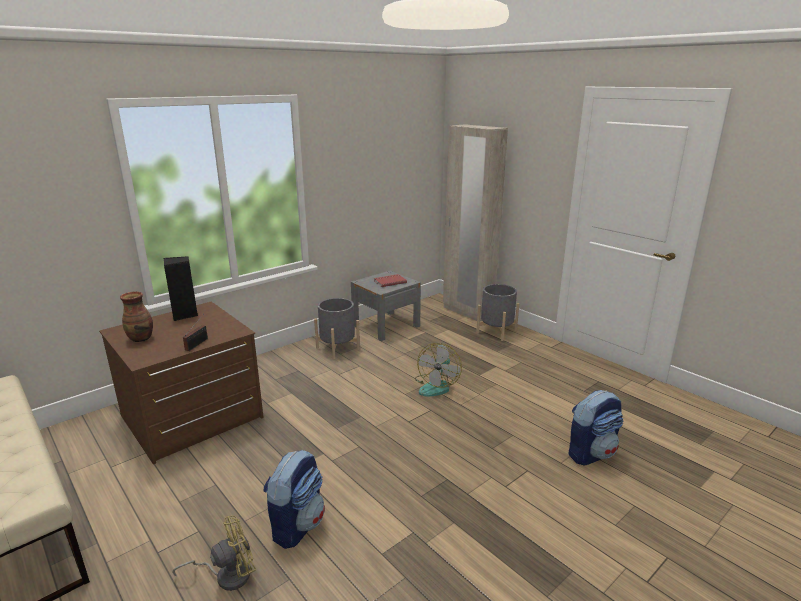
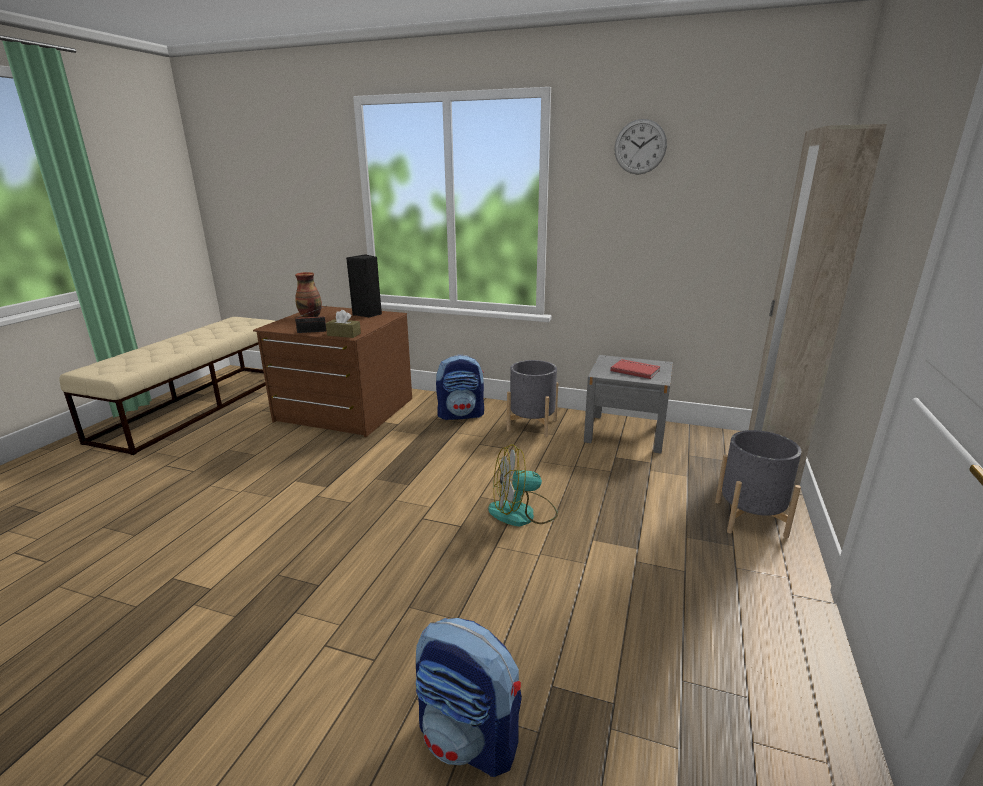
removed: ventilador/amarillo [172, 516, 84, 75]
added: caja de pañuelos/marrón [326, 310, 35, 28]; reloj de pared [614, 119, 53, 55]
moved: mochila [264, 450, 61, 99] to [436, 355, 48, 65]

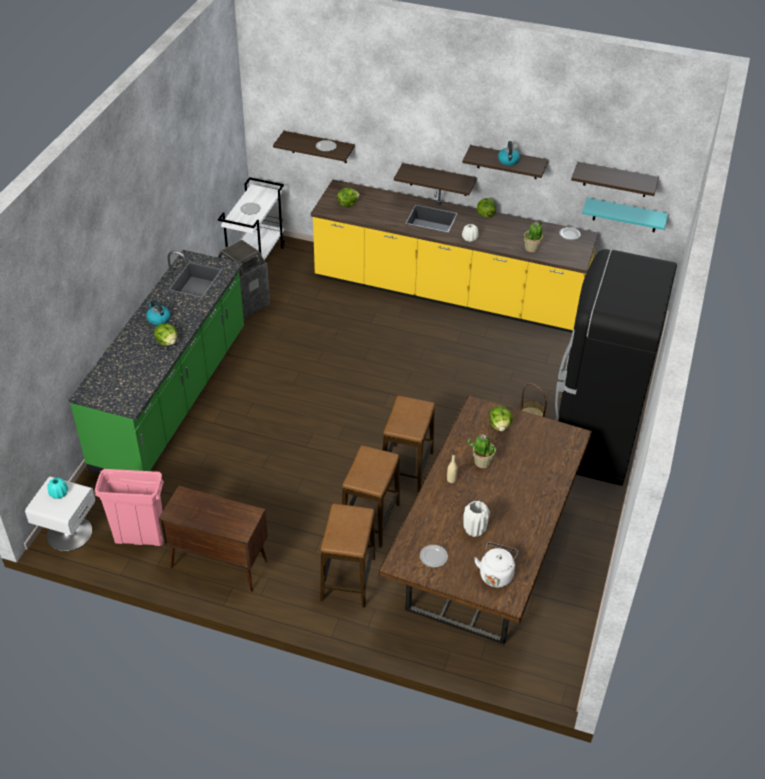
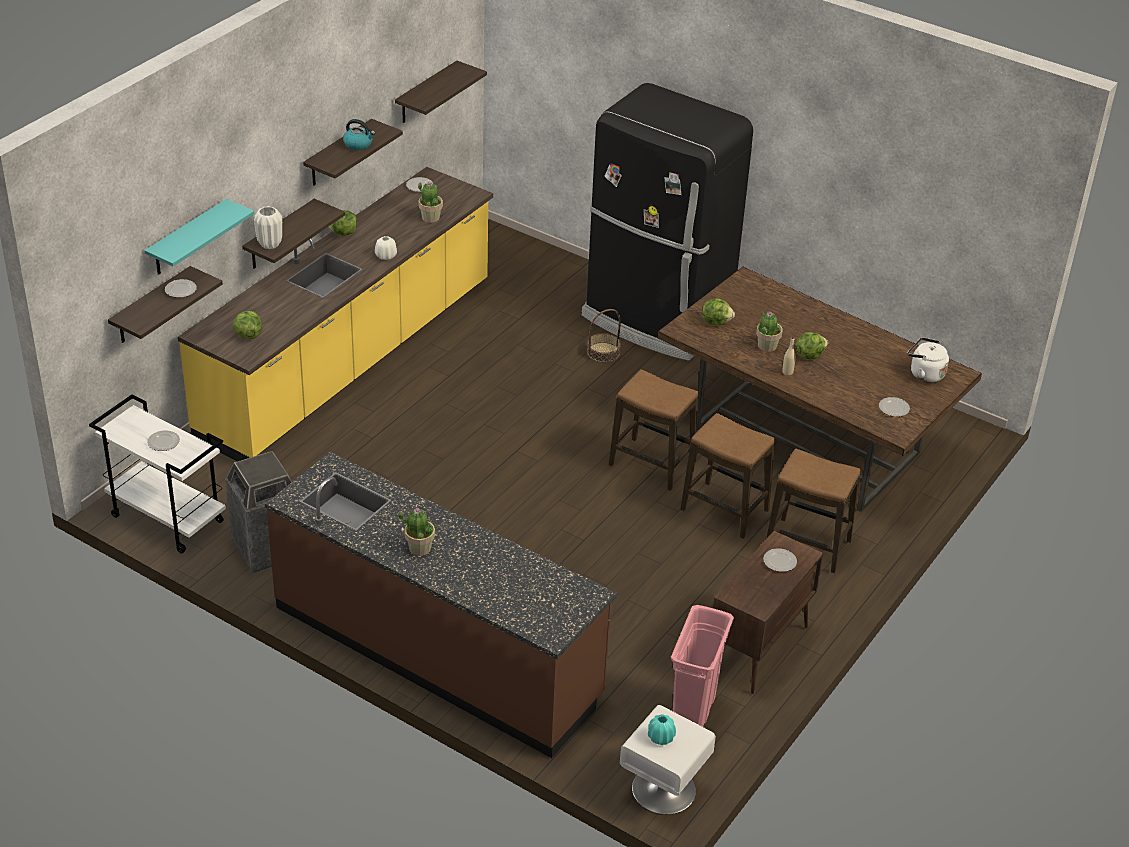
added: plato [763, 548, 34, 24]
moved: estante/turquesa [582, 198, 86, 34] to [144, 199, 110, 76]; florero/blanco [463, 501, 27, 36] to [254, 206, 28, 43]; lechuga [154, 323, 23, 23] to [796, 332, 32, 28]
replaced: hervidor [146, 300, 24, 25] to planta en maceta [398, 508, 37, 48]
recoloured: mueble bajo de cocina/verde [69, 250, 175, 224] to mueble bajo de cocina/marrón [265, 452, 352, 306]

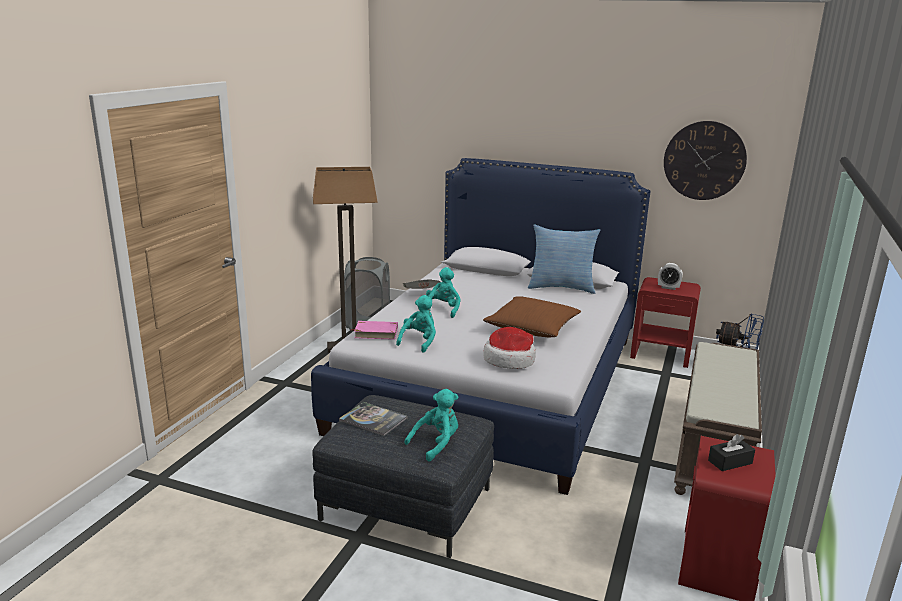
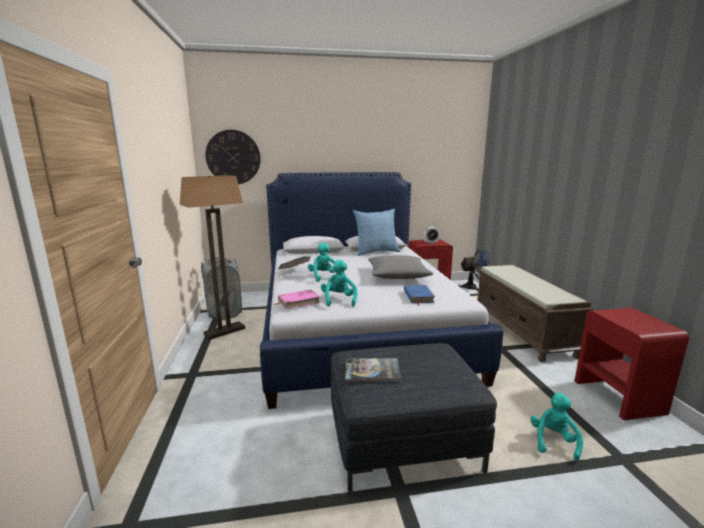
removed: caja de pañuelos/negro [708, 434, 47, 37]
moved: reloj de pared [664, 121, 83, 79] to [205, 130, 56, 54]; peluche/turquesa [404, 389, 54, 73] to [530, 393, 53, 69]
replaced: sombrero [483, 327, 53, 42] to libro/azul [404, 285, 31, 21]
recoloured: cojín/marrón [483, 296, 98, 41] to cojín/gris [368, 255, 65, 24]

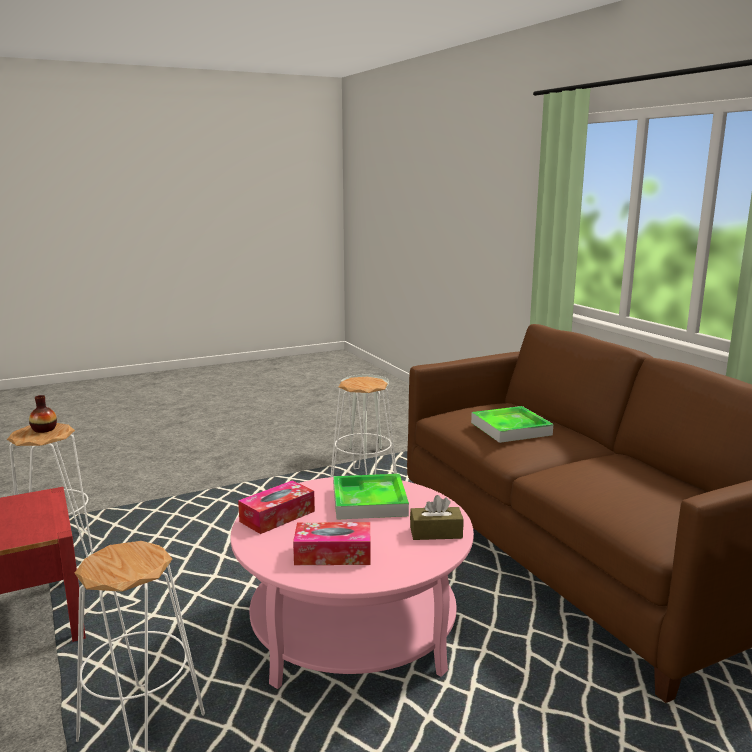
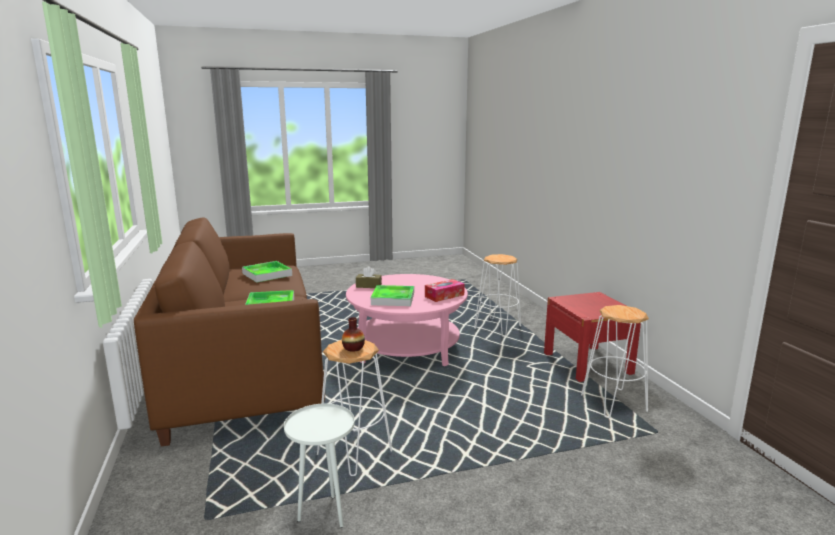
removed: caja de pañuelos [293, 522, 77, 43]
added: bandeja [242, 261, 50, 22]
moved: florero [29, 395, 28, 38] to [342, 317, 23, 35]

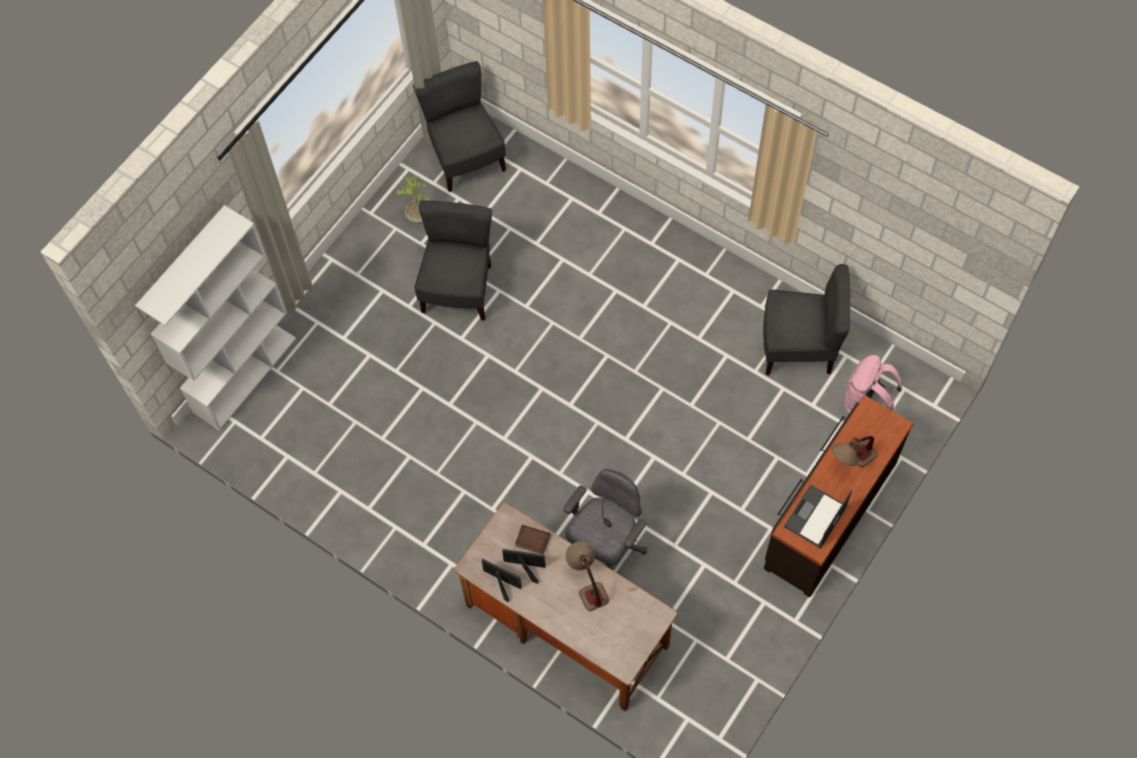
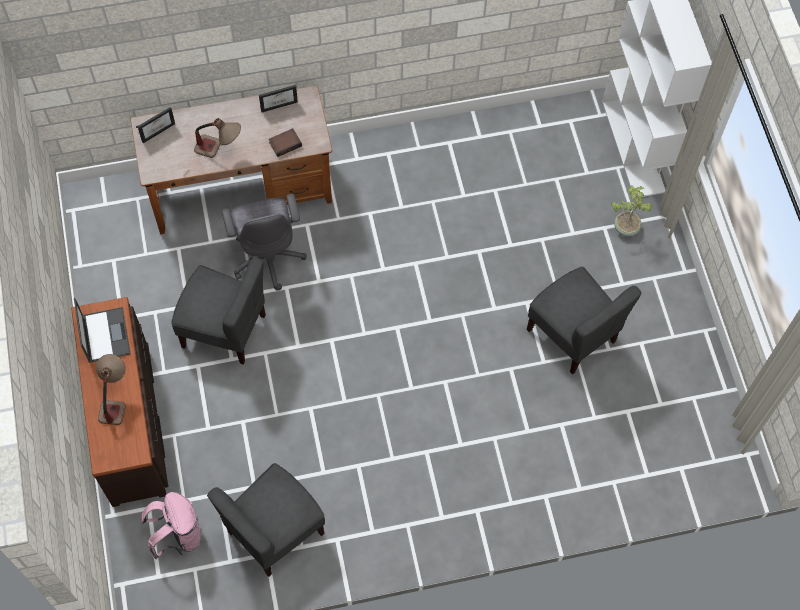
moved: portarretratos [502, 549, 44, 35] to [136, 107, 39, 36]; silla/gris [413, 61, 93, 131] to [171, 258, 95, 107]; planta en maceta [396, 175, 34, 49] to [611, 185, 41, 51]

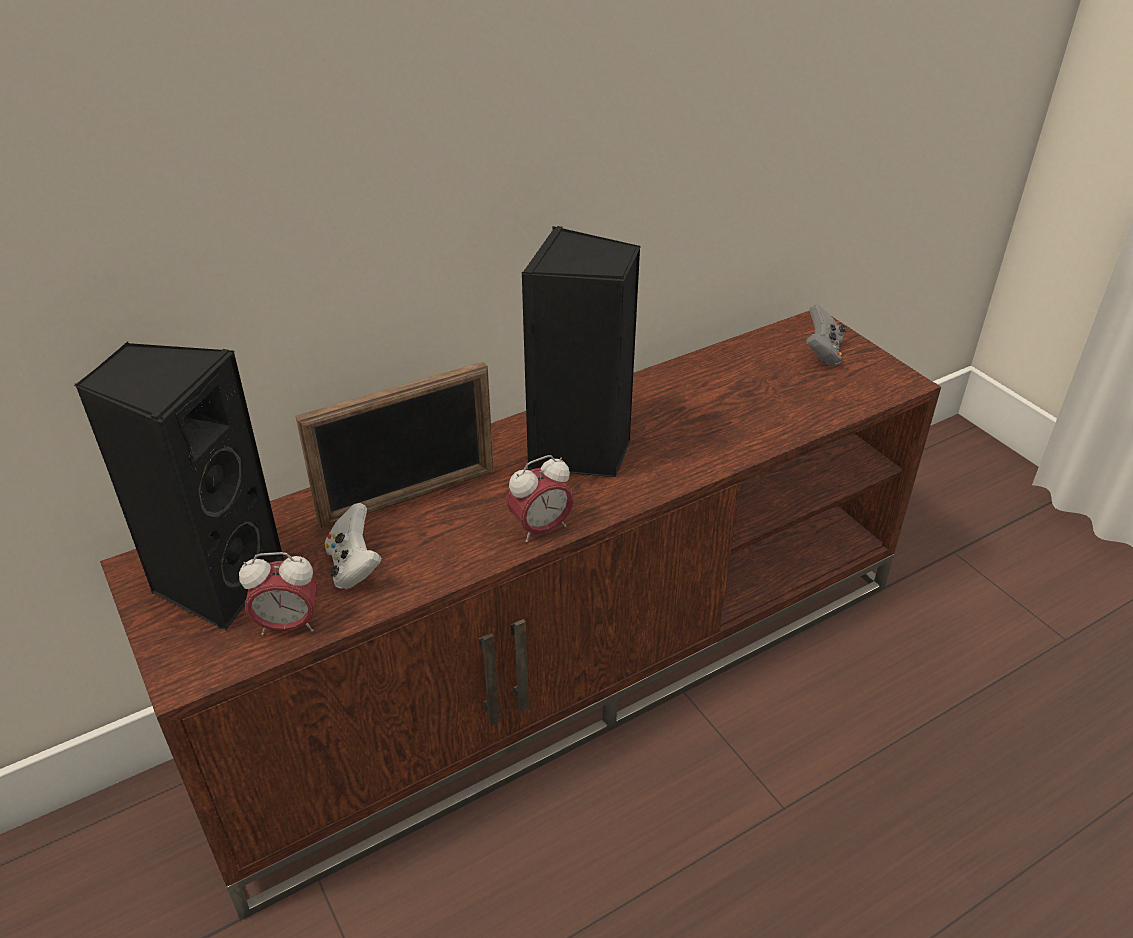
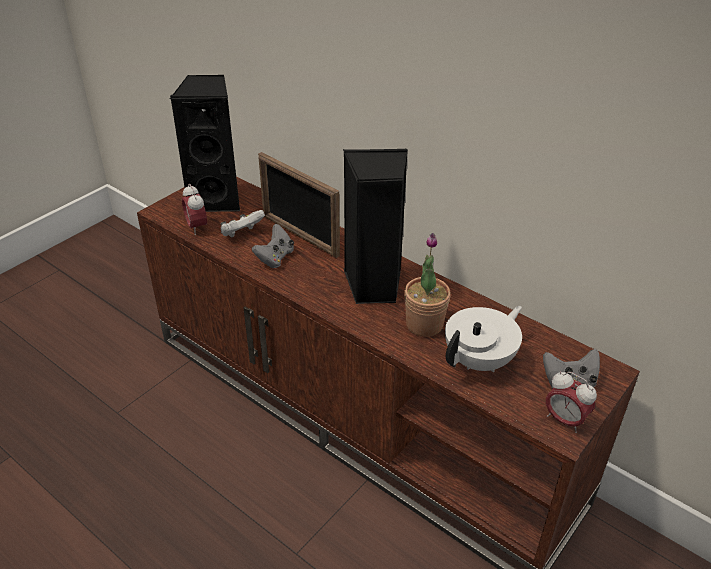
added: mando de consola/gris [252, 224, 42, 44]; planta en maceta [404, 233, 47, 104]; tetera/blanco [445, 306, 77, 66]
moved: despertador [507, 455, 67, 87] to [546, 372, 51, 61]

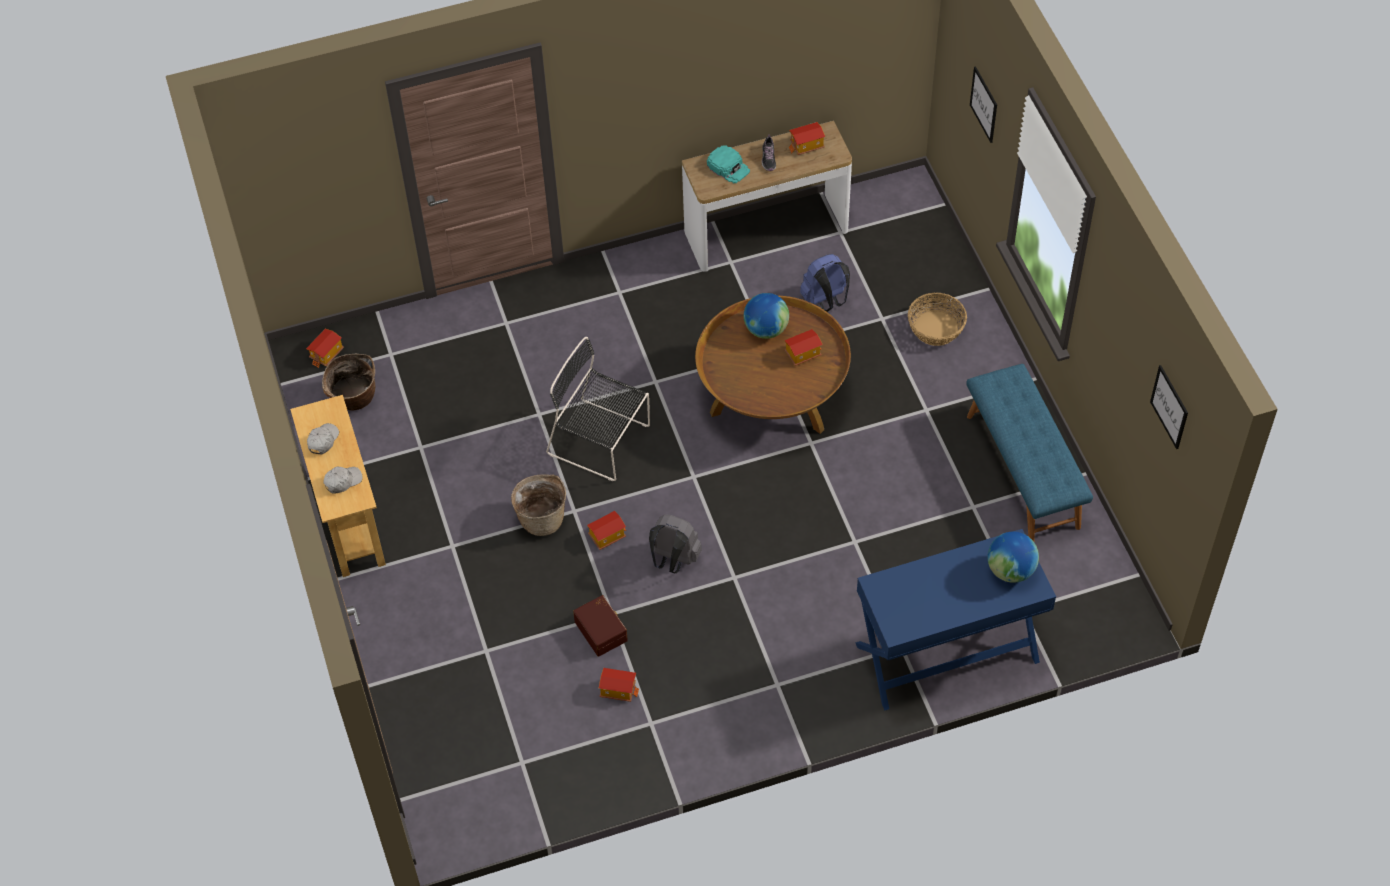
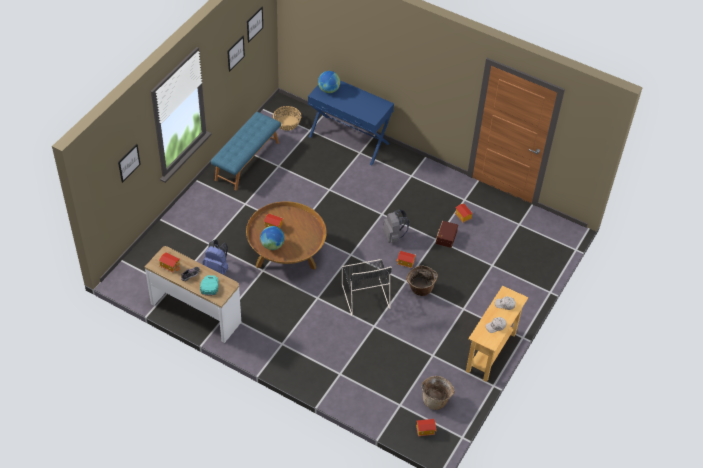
added: cuadro [227, 36, 18, 36]
moved: cesta [908, 293, 59, 53] to [273, 106, 28, 25]

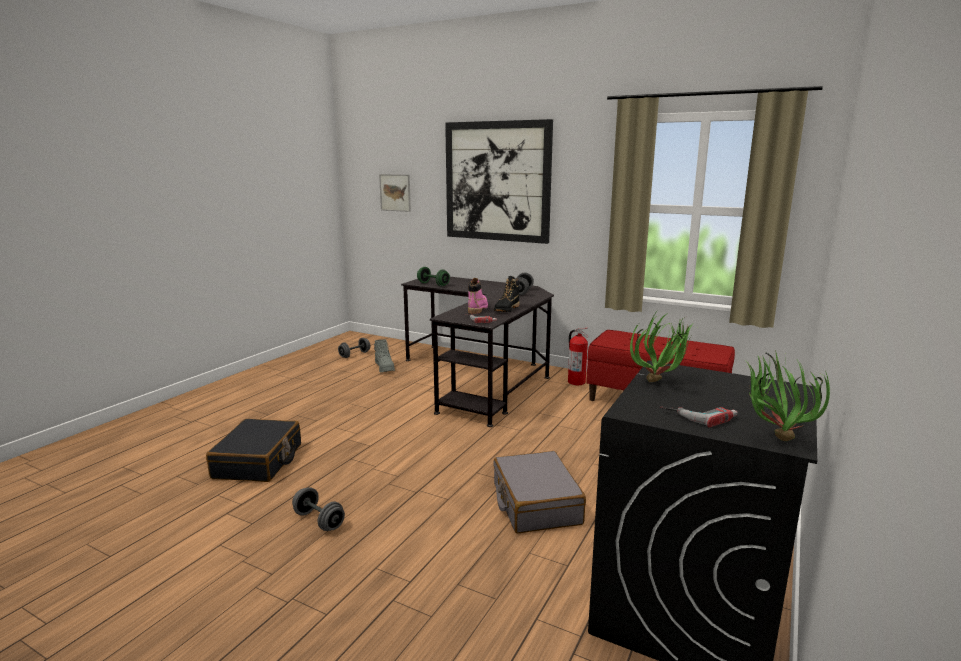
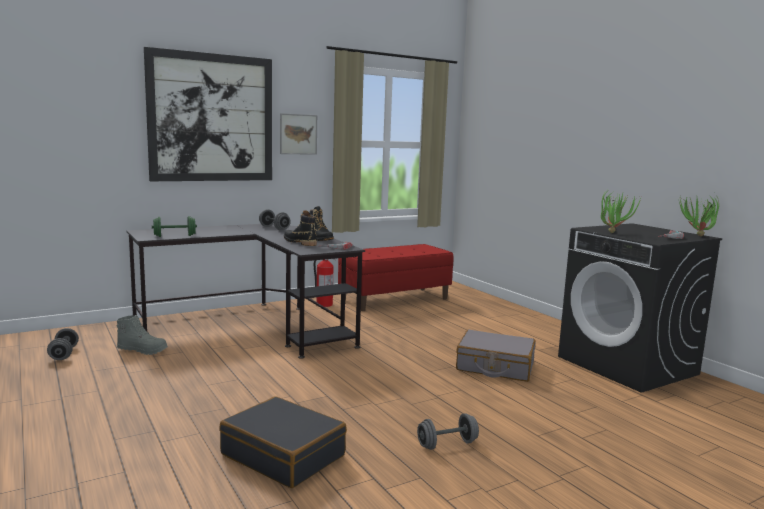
moved: cuadro [379, 174, 32, 38] to [280, 113, 37, 42]
recoloured: bota/rosa [468, 278, 20, 36] to bota/negro [284, 210, 33, 36]

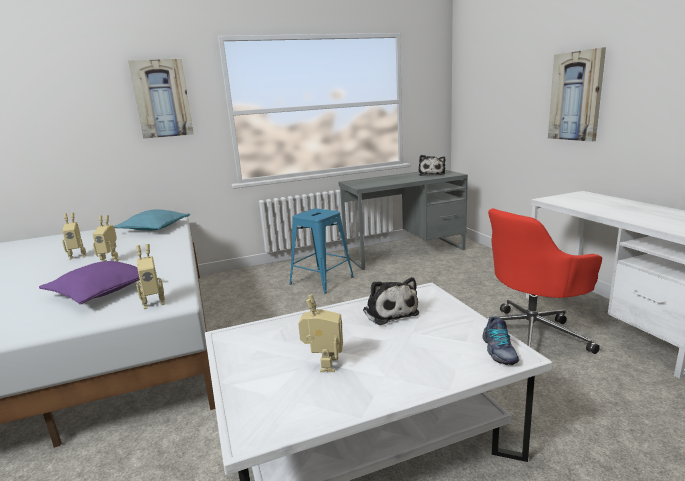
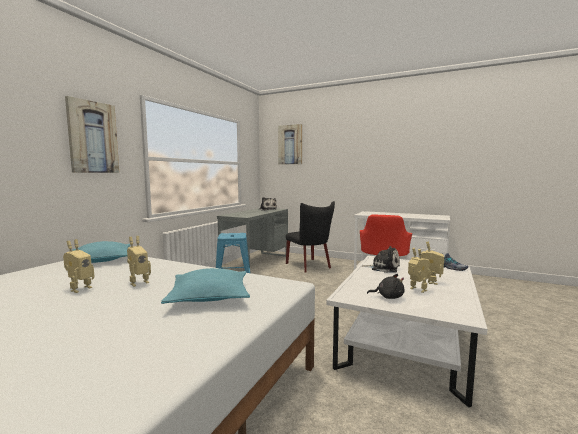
added: silla/negro [286, 201, 49, 72]; peluche/negro [367, 274, 38, 25]
moved: cuadro [548, 47, 58, 95] to [278, 124, 24, 41]; robot de juguete [136, 244, 29, 65] to [421, 241, 23, 44]
recoloured: cojín/morado [39, 261, 101, 43] to cojín/turquesa [161, 268, 89, 36]

